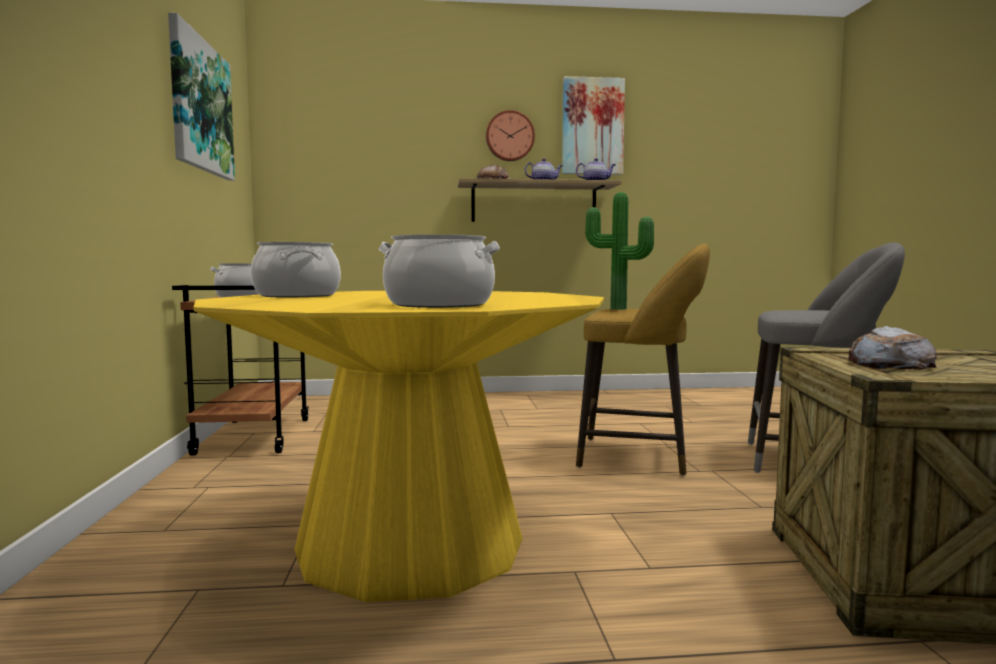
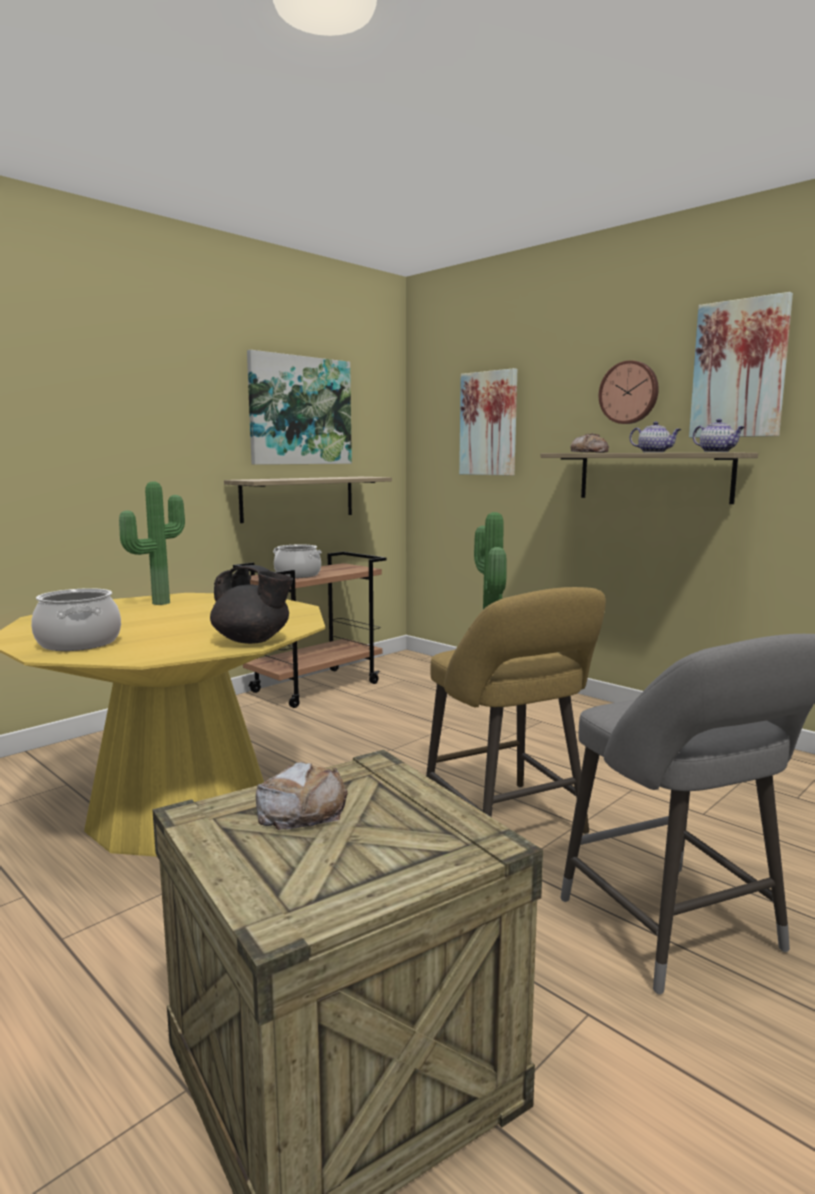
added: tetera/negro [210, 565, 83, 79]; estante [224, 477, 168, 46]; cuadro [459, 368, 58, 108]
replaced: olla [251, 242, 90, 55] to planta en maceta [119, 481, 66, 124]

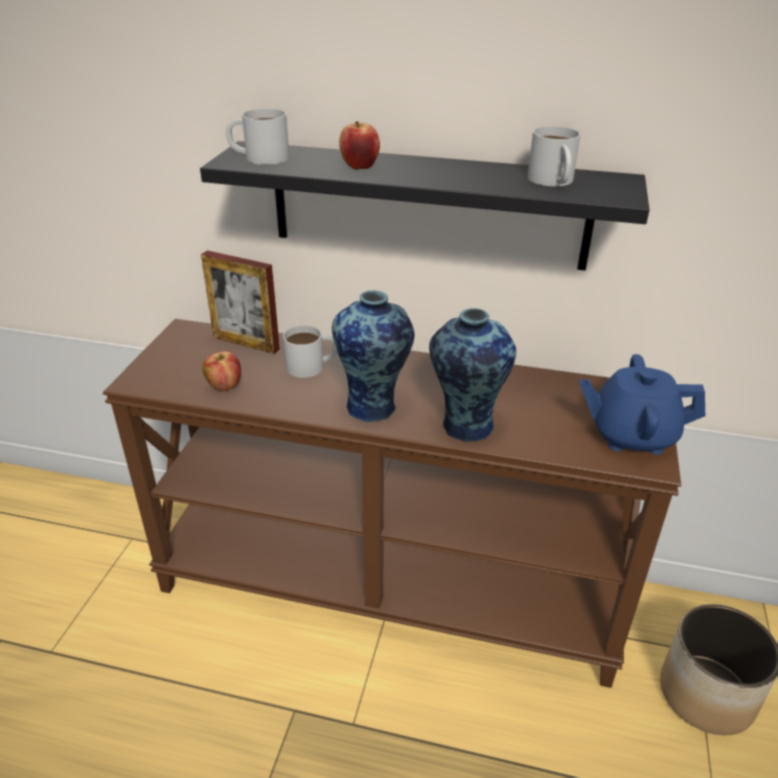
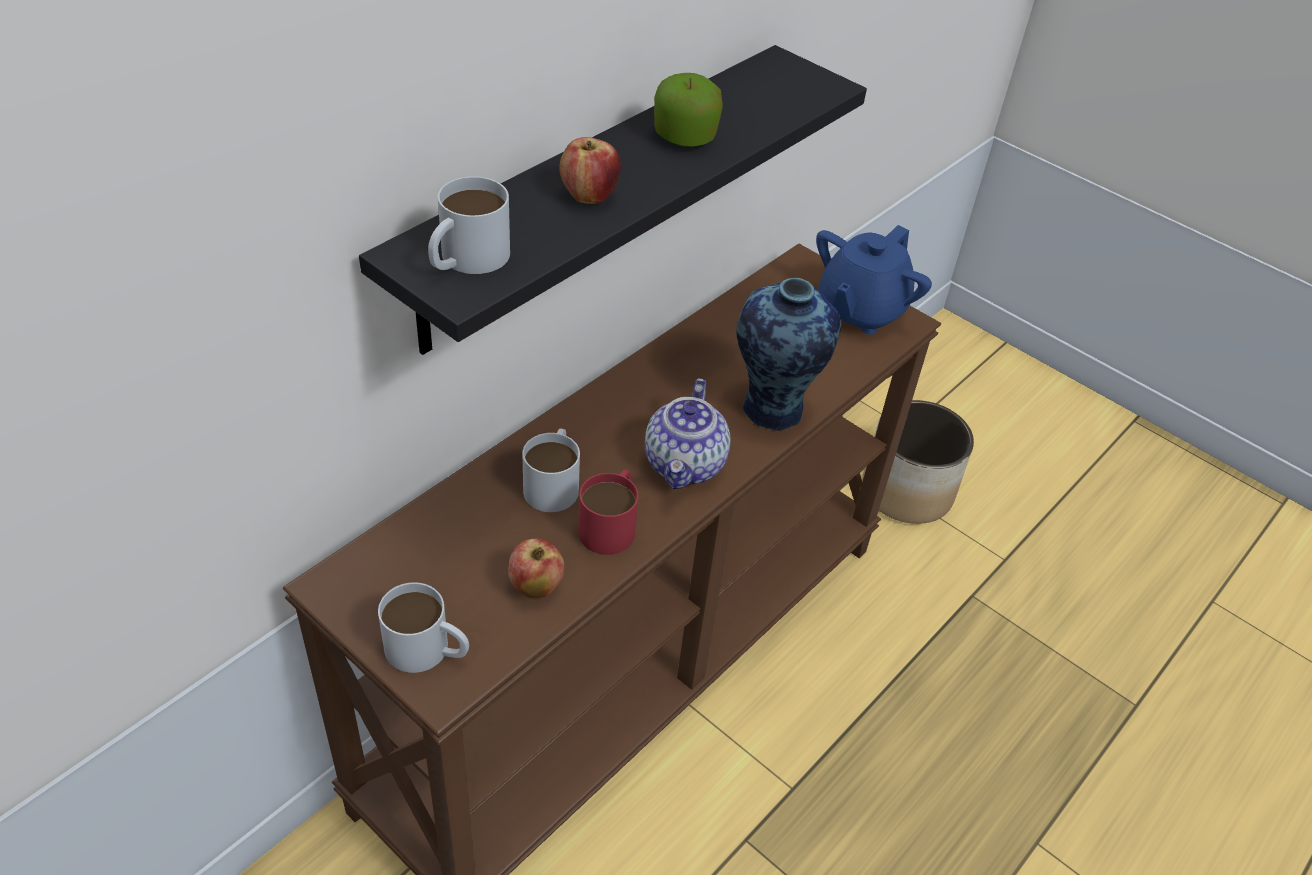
removed: portarretratos [201, 250, 79, 104]
added: taza grande/rojo [578, 470, 60, 85]; manzana [654, 73, 69, 74]
moved: taza grande/blanco [528, 126, 52, 60] to [378, 582, 91, 91]
replaced: florero [332, 290, 82, 133] to tetera [645, 378, 86, 111]

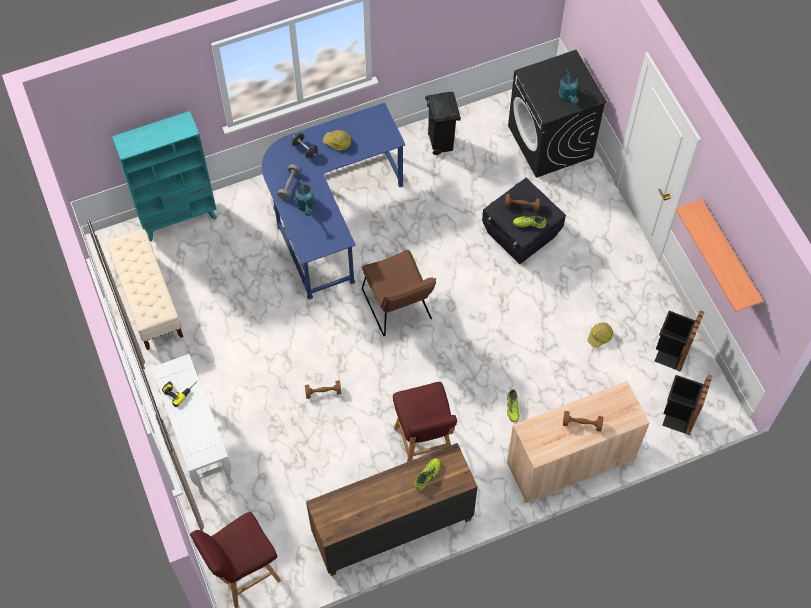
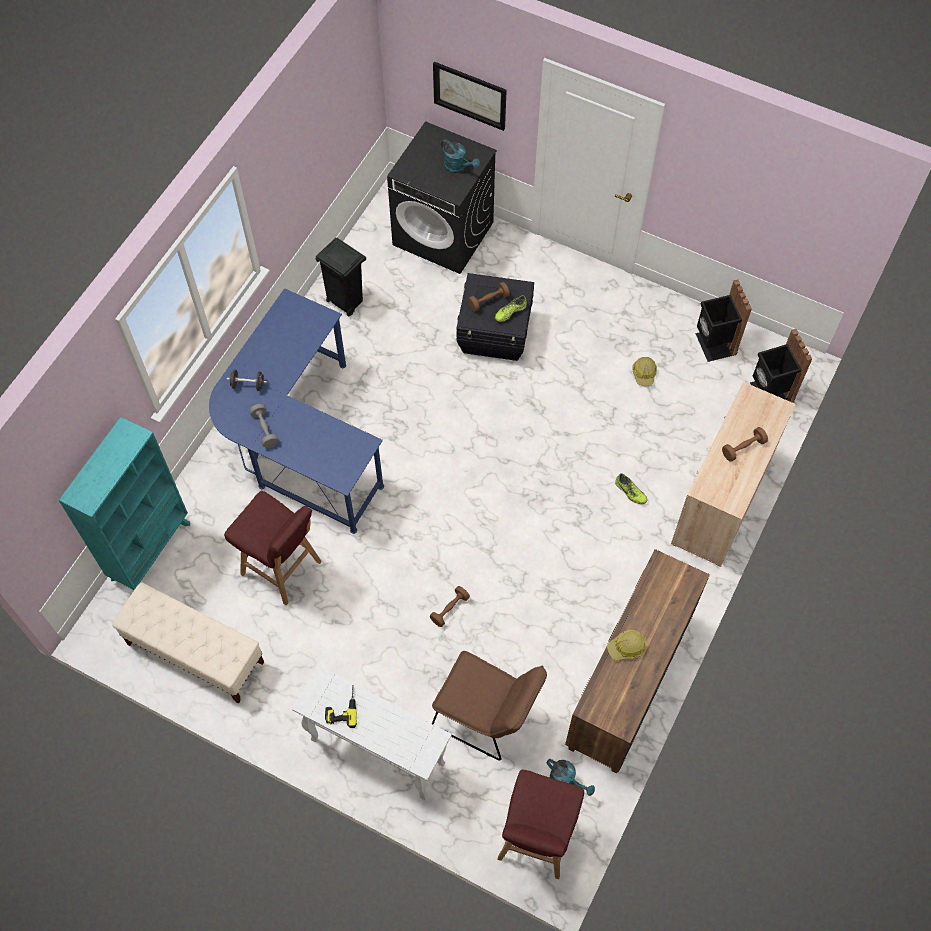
removed: zapato [414, 458, 26, 33]; estante [675, 199, 88, 113]
added: cuadro [433, 62, 74, 69]
moved: taburete/rojo [393, 382, 64, 80] to [224, 491, 98, 114]; silla/marrón [362, 250, 74, 87] to [432, 651, 115, 110]; regadera/turquesa [295, 180, 20, 36] to [547, 759, 48, 37]; casco [323, 130, 28, 21] to [607, 630, 39, 31]

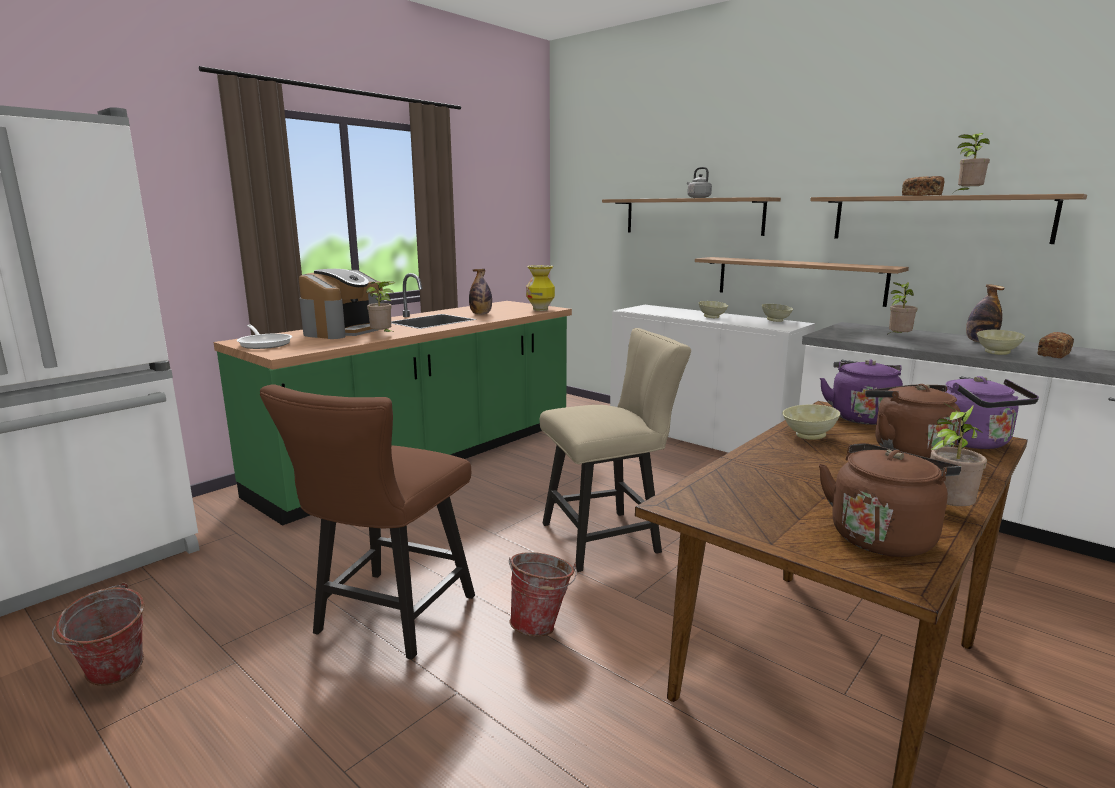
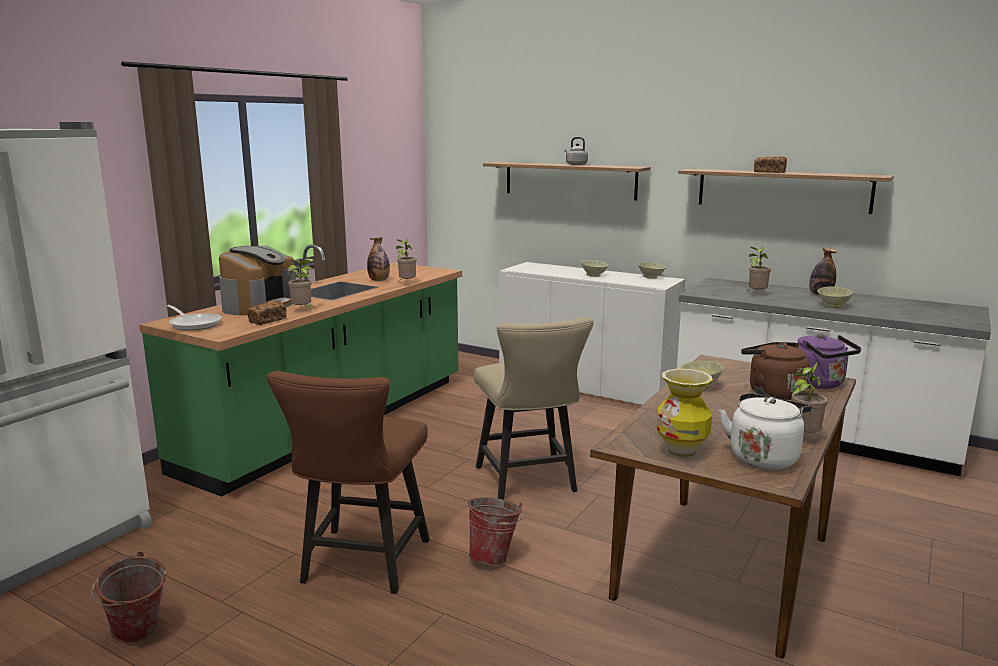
removed: estante [695, 257, 214, 50]; hervidor/morado [820, 359, 83, 66]
moved: pan [1038, 332, 36, 26] to [248, 301, 39, 24]; planta en maceta [954, 133, 36, 59] to [396, 239, 21, 42]; florero [526, 265, 29, 46] to [657, 369, 56, 89]
recoloured: hervidor/marrón [819, 443, 142, 114] to hervidor/blanco [719, 393, 93, 76]
turned: silla/beis [540, 328, 151, 244] = [474, 317, 120, 183] 105 degrees clockwise

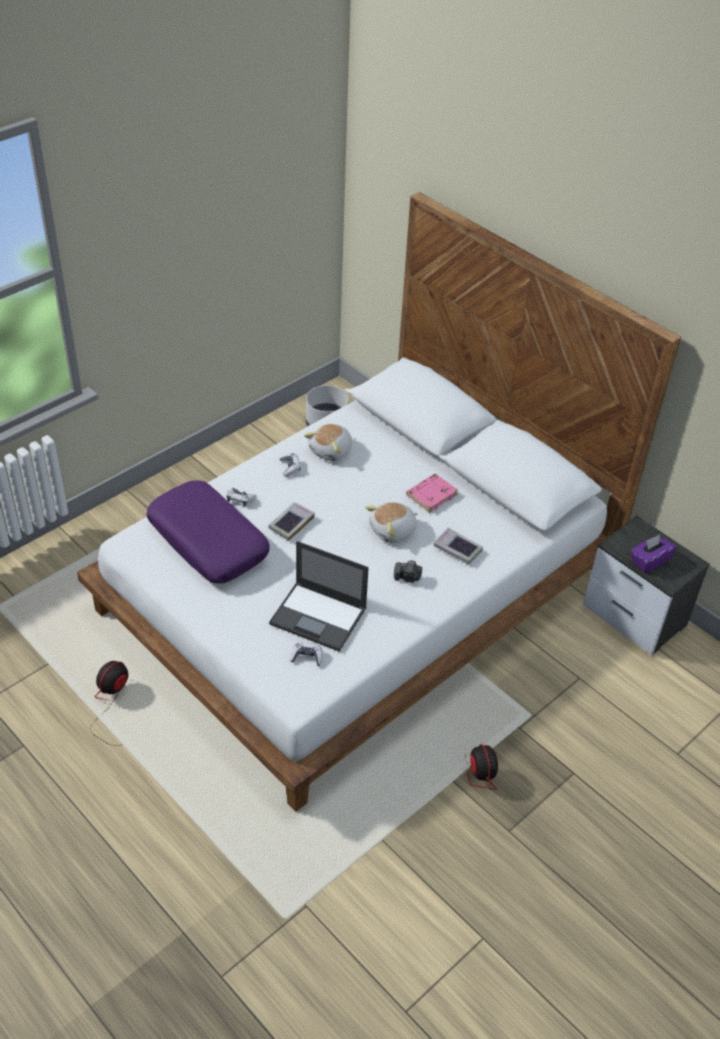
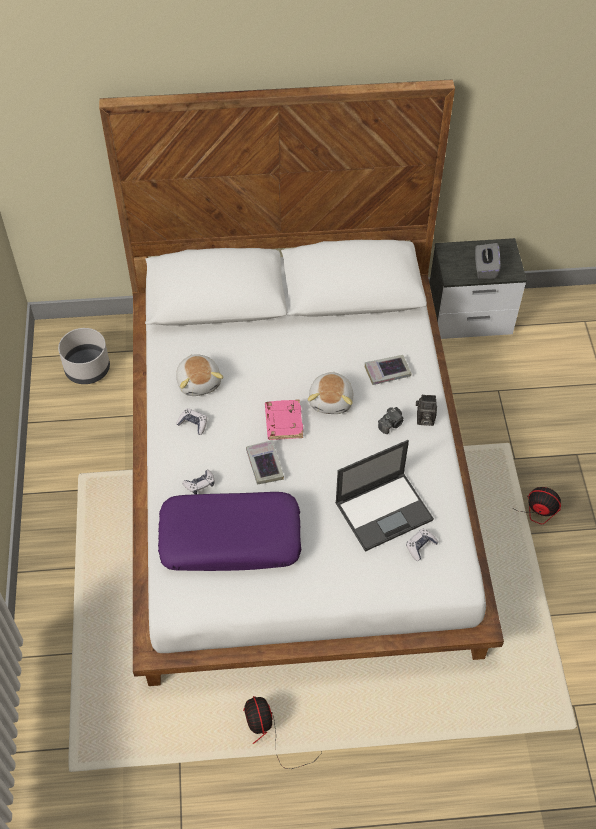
added: cámara [416, 395, 21, 31]
moved: libro/rosa [406, 474, 52, 39] to [265, 399, 38, 41]
recoloured: caja de pañuelos/morado [630, 534, 46, 39] to caja de pañuelos/gris [475, 243, 25, 36]

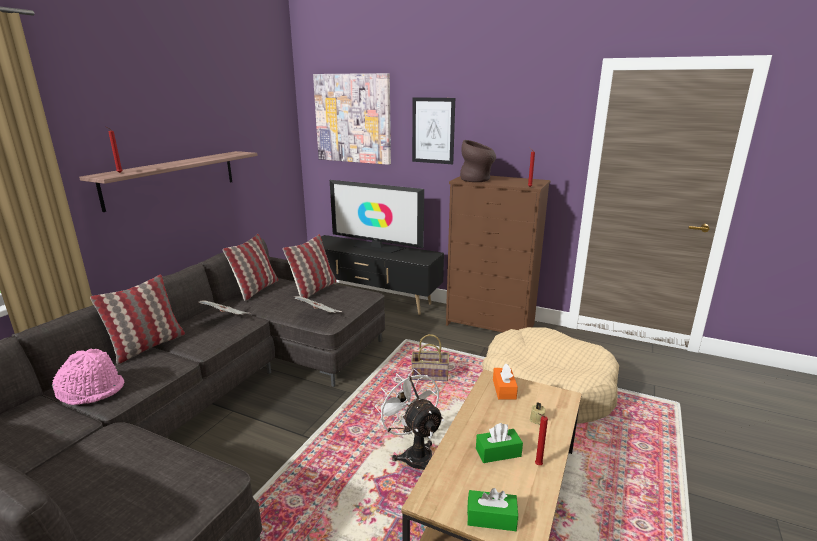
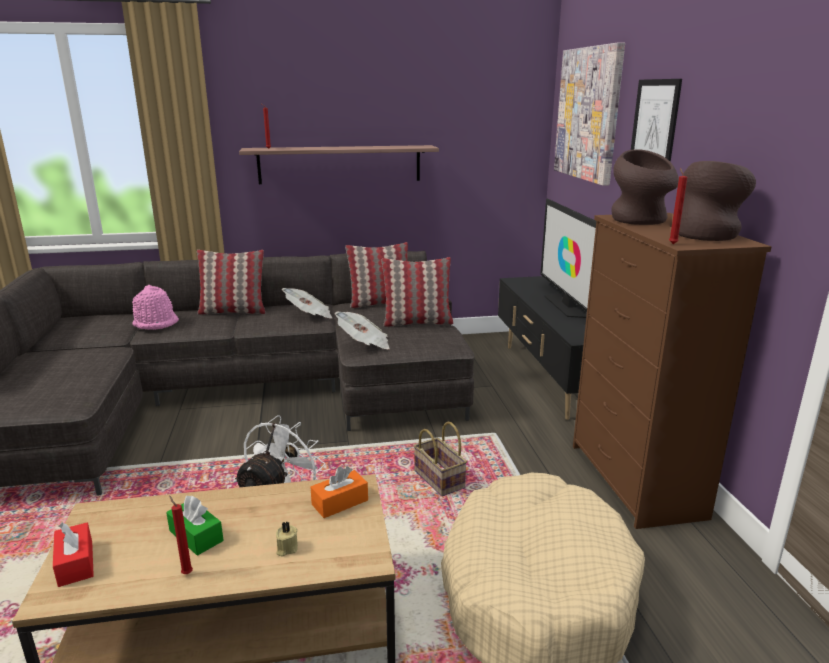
added: florero/marrón [679, 161, 77, 80]
recoloured: caja de pañuelos/verde [467, 488, 51, 43] to caja de pañuelos/rojo [53, 523, 41, 64]

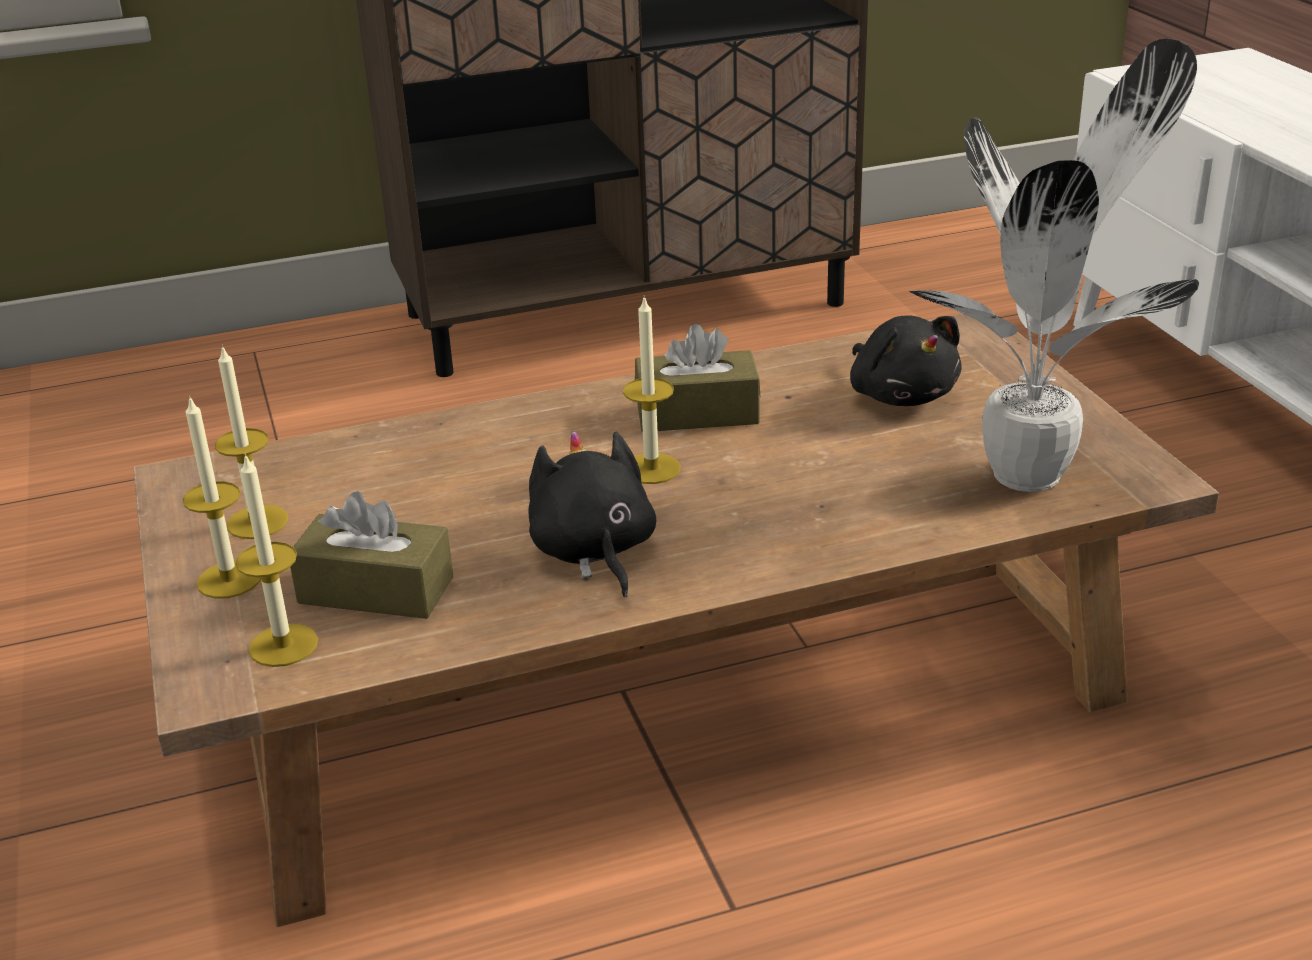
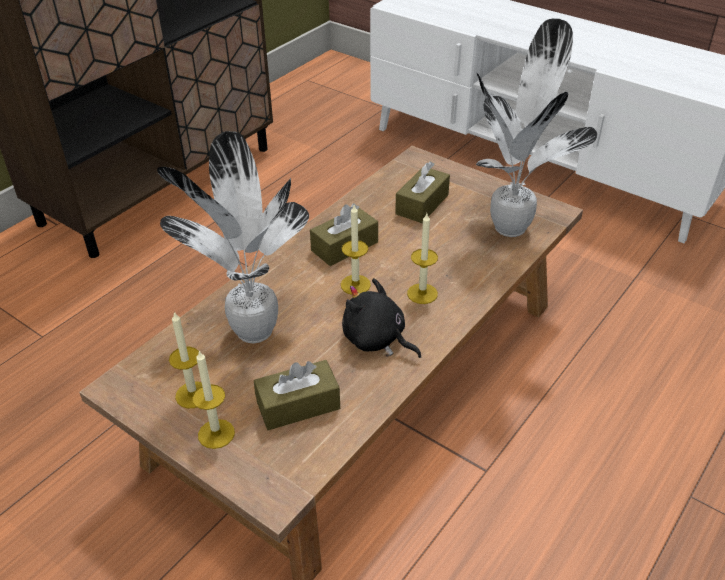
added: planta en maceta [157, 131, 152, 212]
moved: vela [235, 453, 83, 214] to [407, 213, 31, 91]
replaced: peluche/negro [850, 315, 112, 91] to caja de pañuelos/marrón [395, 161, 55, 62]

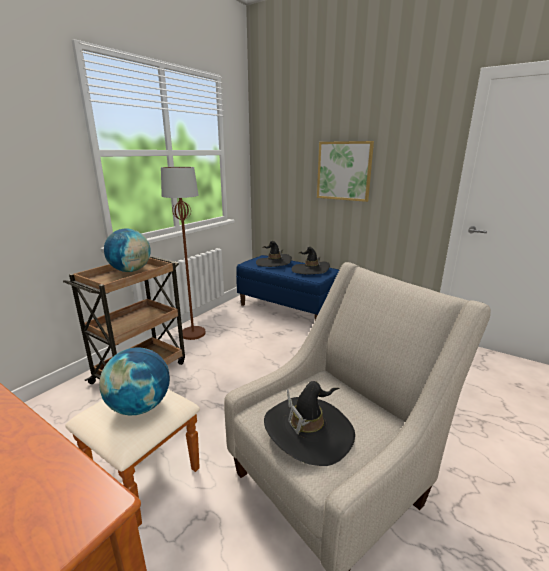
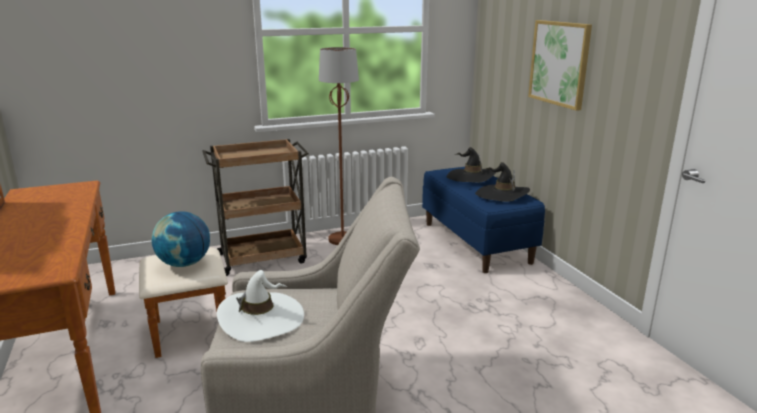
removed: globo terráqueo [104, 229, 47, 43]
recoloured: sombrero/negro [264, 381, 91, 85] to sombrero/blanco [217, 270, 87, 72]

